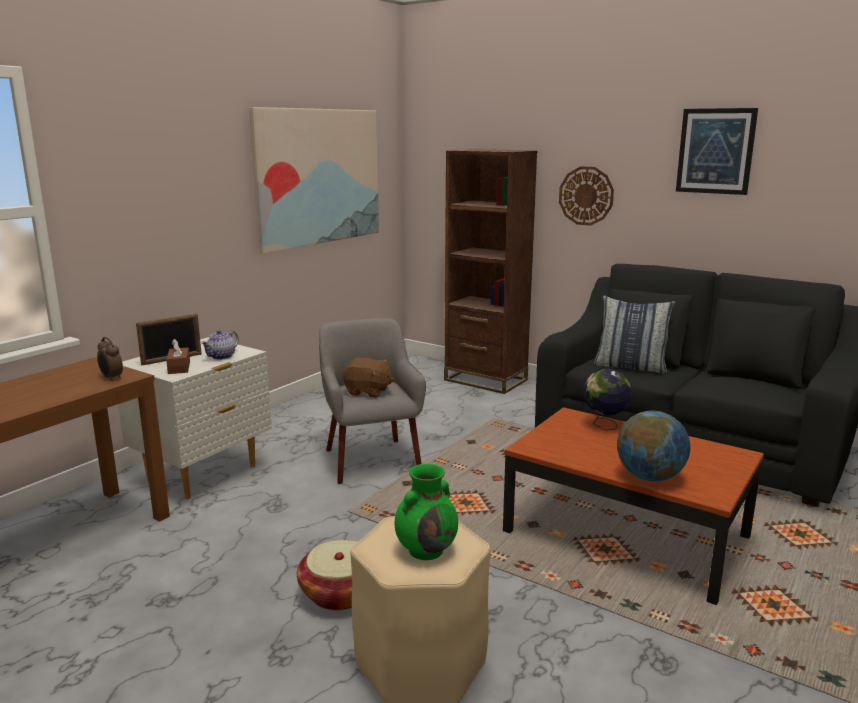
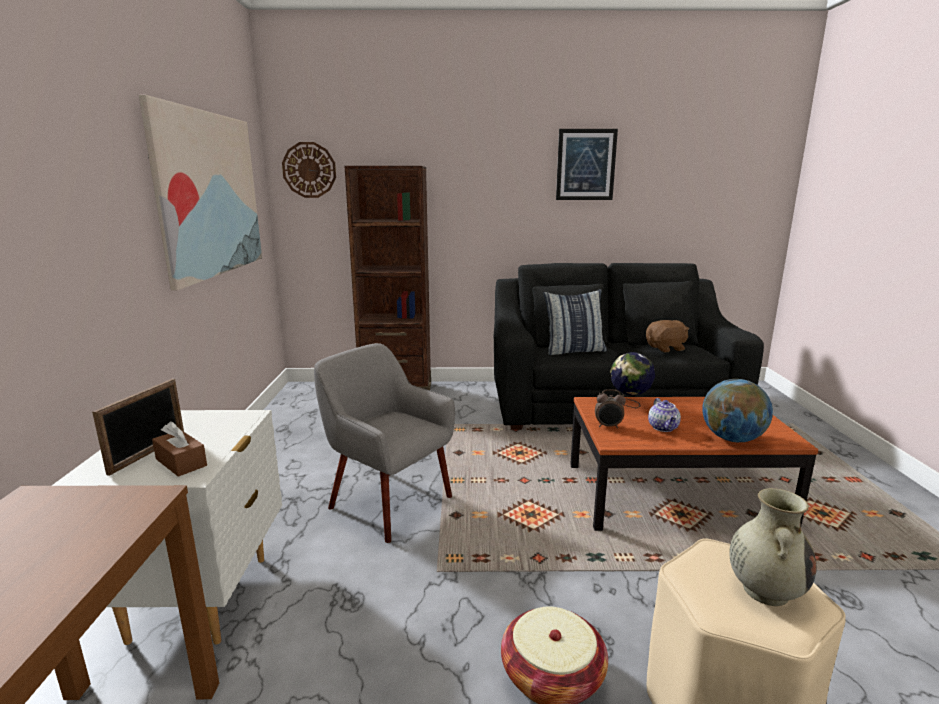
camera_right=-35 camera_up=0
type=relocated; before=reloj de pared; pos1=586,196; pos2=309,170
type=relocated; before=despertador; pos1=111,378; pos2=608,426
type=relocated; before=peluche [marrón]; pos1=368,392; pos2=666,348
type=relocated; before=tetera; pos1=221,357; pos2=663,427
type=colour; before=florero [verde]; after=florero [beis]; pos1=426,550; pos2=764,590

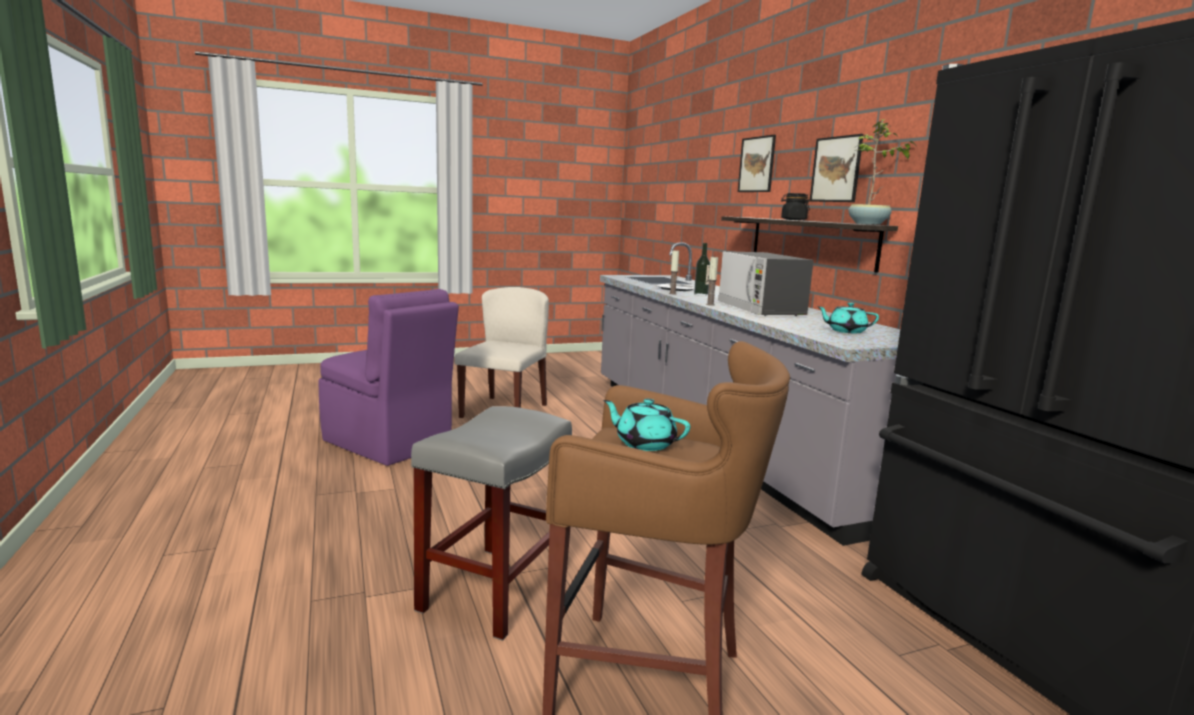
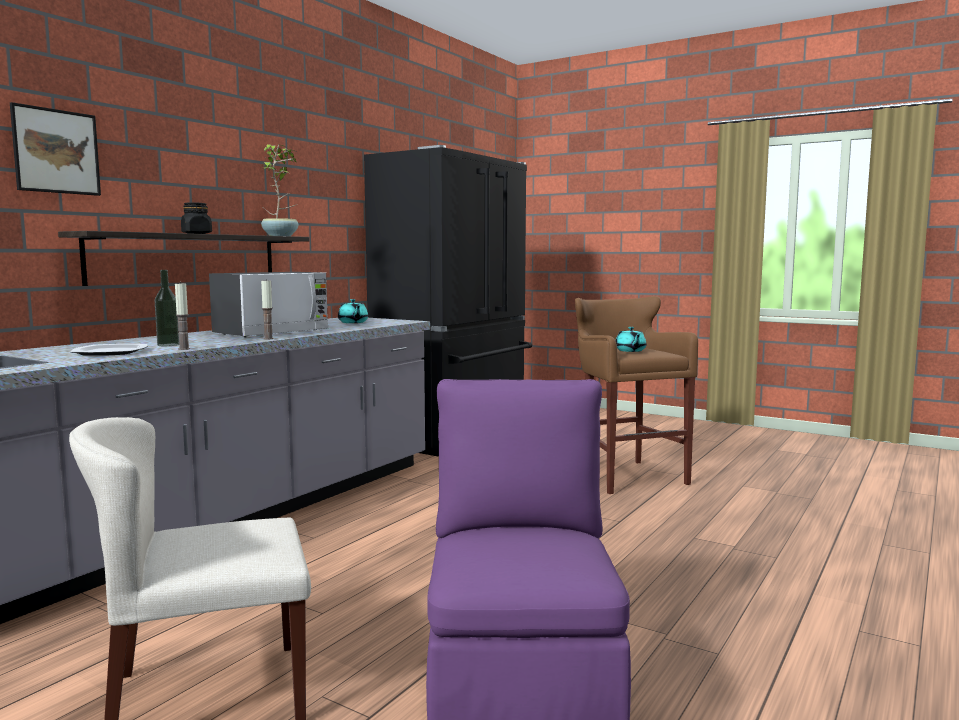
camera_right=-125 camera_up=-5
type=missing; before=taburete [gris]; pos1=495,590
type=missing; before=cuadro; pos1=836,169

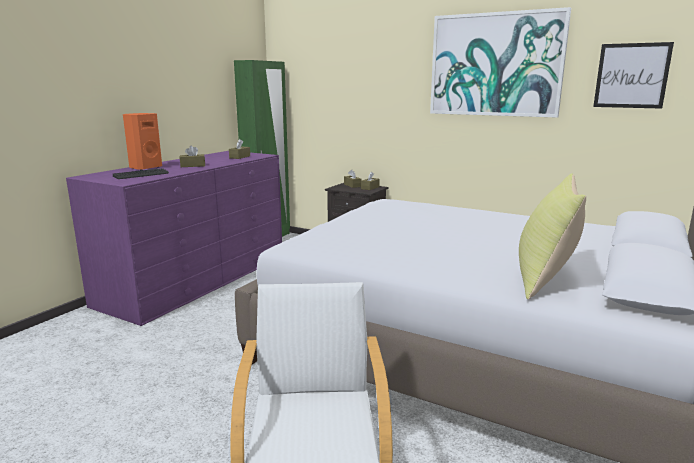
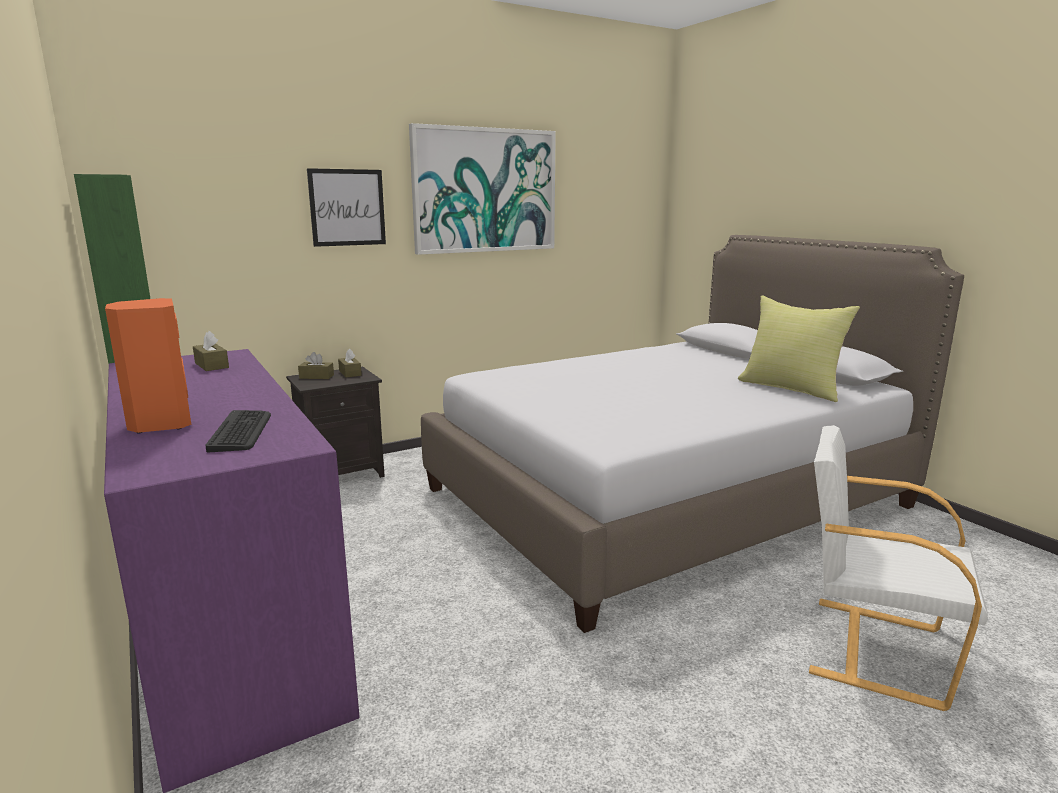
camera_right=-60 camera_up=0
type=relocated; before=cuadro; pos1=631,76; pos2=347,207
type=missing; before=caja de pañuelos [marrón]; pos1=193,165

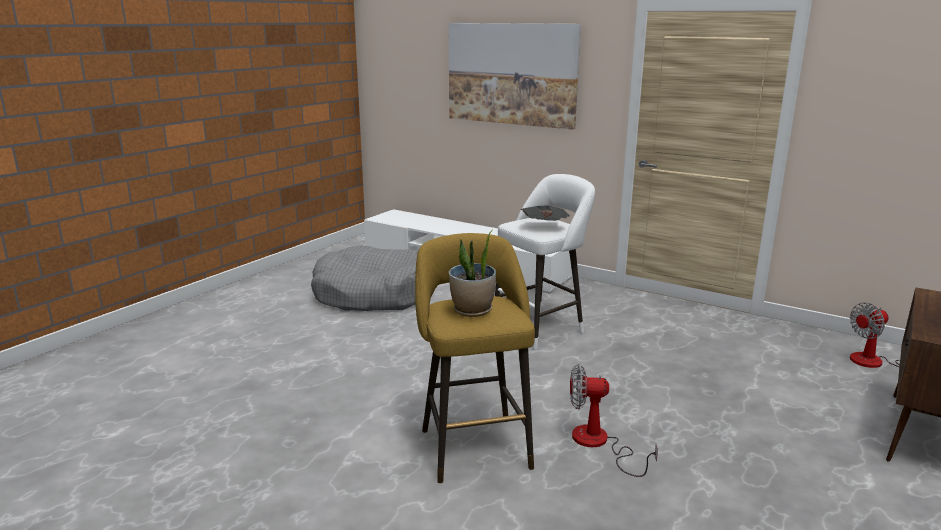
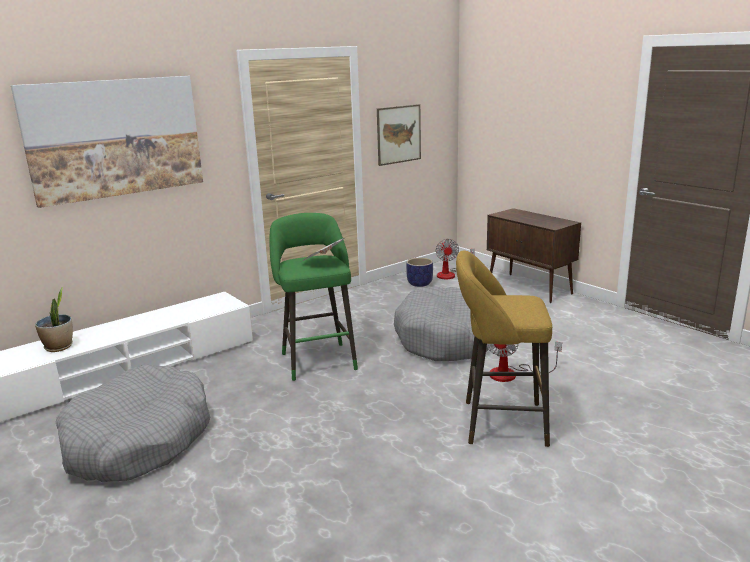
camera_right=-70 camera_up=0
type=relocated; before=planta en maceta; pos1=472,310; pos2=59,347
type=colour; before=taburete [blanco]; after=taburete [verde]; pos1=541,327; pos2=317,359
type=appeared; after=cuadro; pos2=399,134
type=appeared; after=cama para perro [gris]; pos2=444,339
type=appeared; after=maceta; pos2=420,284

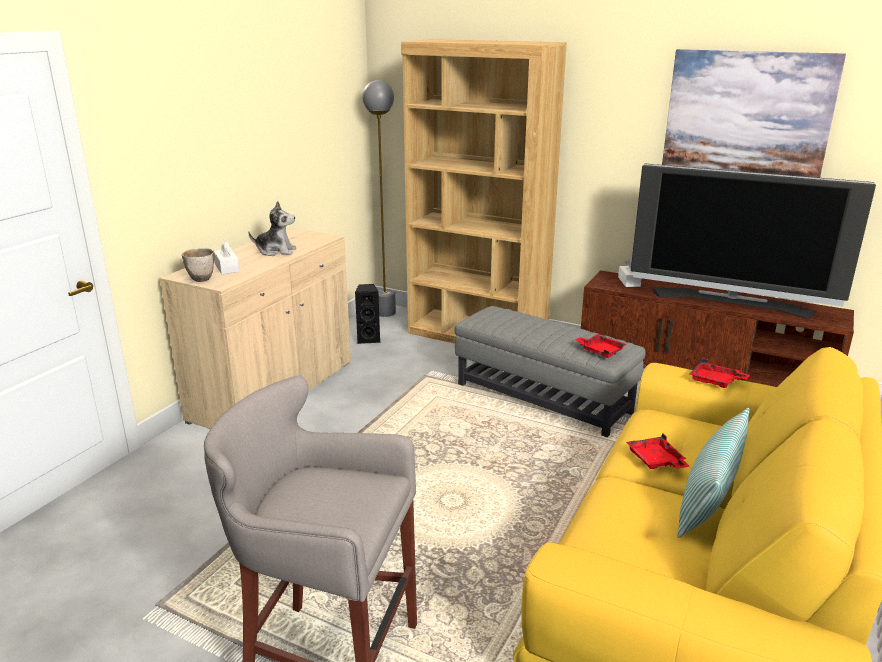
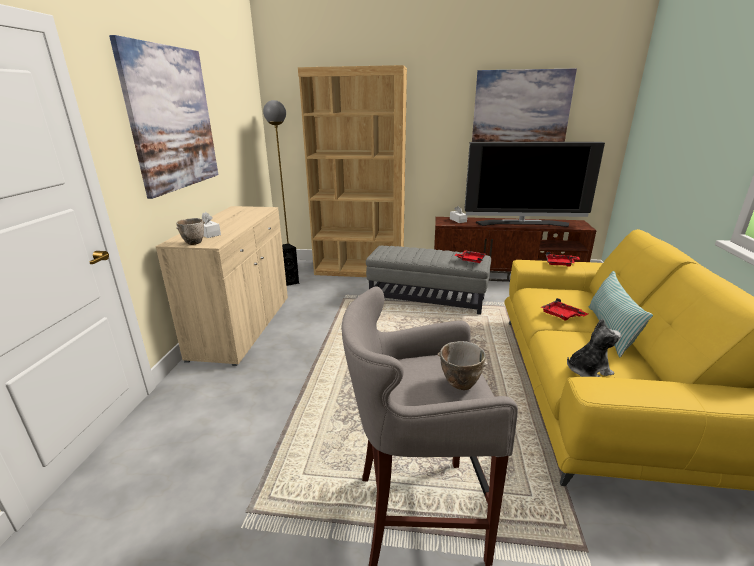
camera_right=-20 camera_up=0
type=appeared; after=cuadro; pos2=172,119
type=appeared; after=cuenco; pos2=458,384
type=relocated; before=peluche; pos1=276,251; pos2=587,371

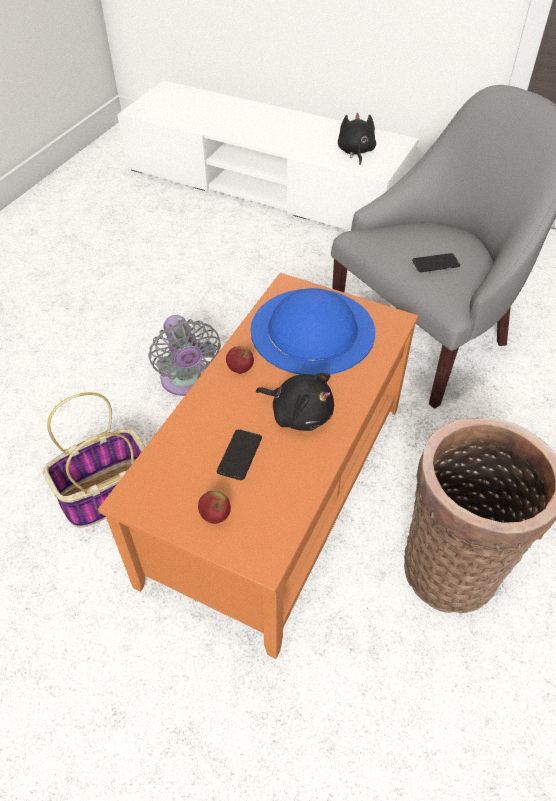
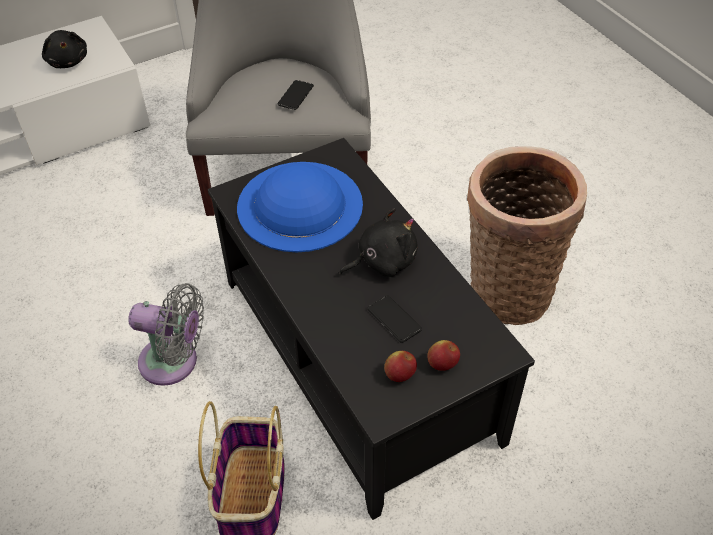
camera_right=-55 camera_up=0
type=spun; before=peluche [negro]; pos1=355,152; pos2=68,61; turn=-150
type=colour; before=mesa de centro [naranja]; after=mesa de centro [negro]; pos1=275,489; pos2=355,359
type=relocated; before=manzana; pos1=240,369; pos2=400,375

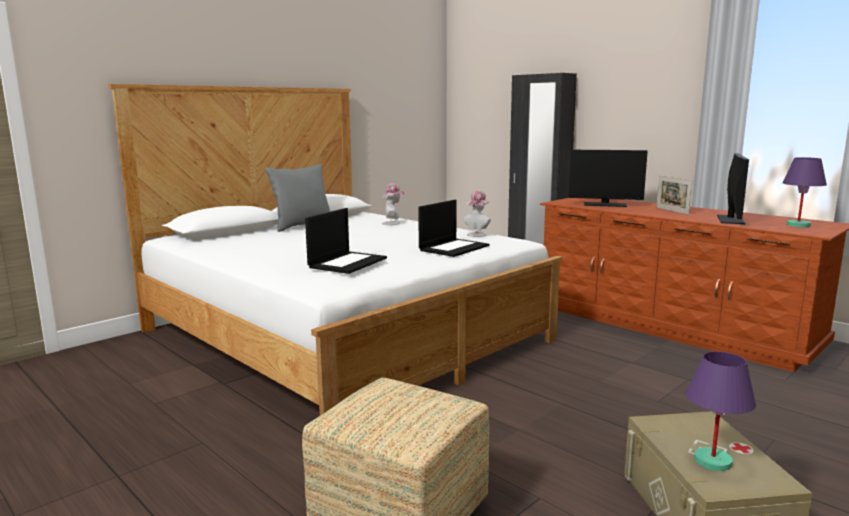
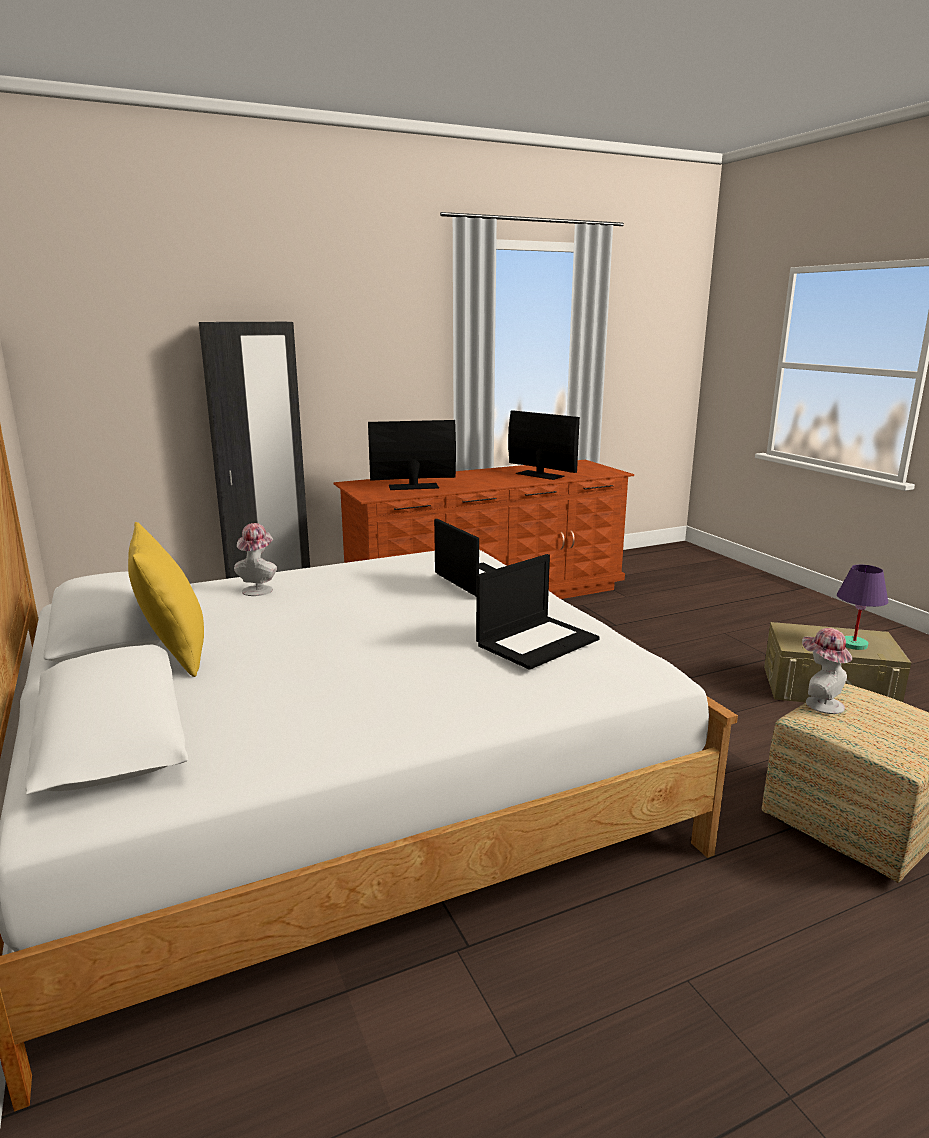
camera_right=-70 camera_up=5
type=colour; before=cojín [gris]; after=cojín [amarillo]; pos1=302,226; pos2=174,652
type=spun; before=monitor; pos1=605,204; pos2=413,486; turn=-135
type=spun; before=portátil; pos1=347,262; pos2=537,641; turn=90
type=relocated; before=sombrero; pos1=477,234; pos2=819,703
type=missing; before=portarretratos; pos1=672,211
type=missing; before=lámpara de mesa [morado]; pos1=798,225

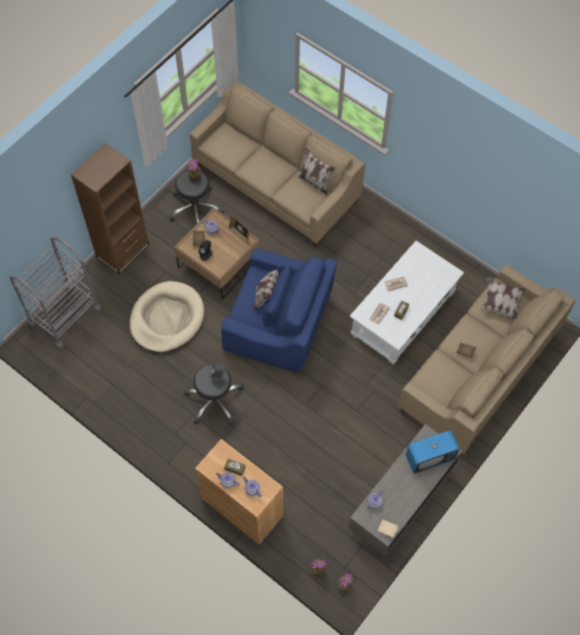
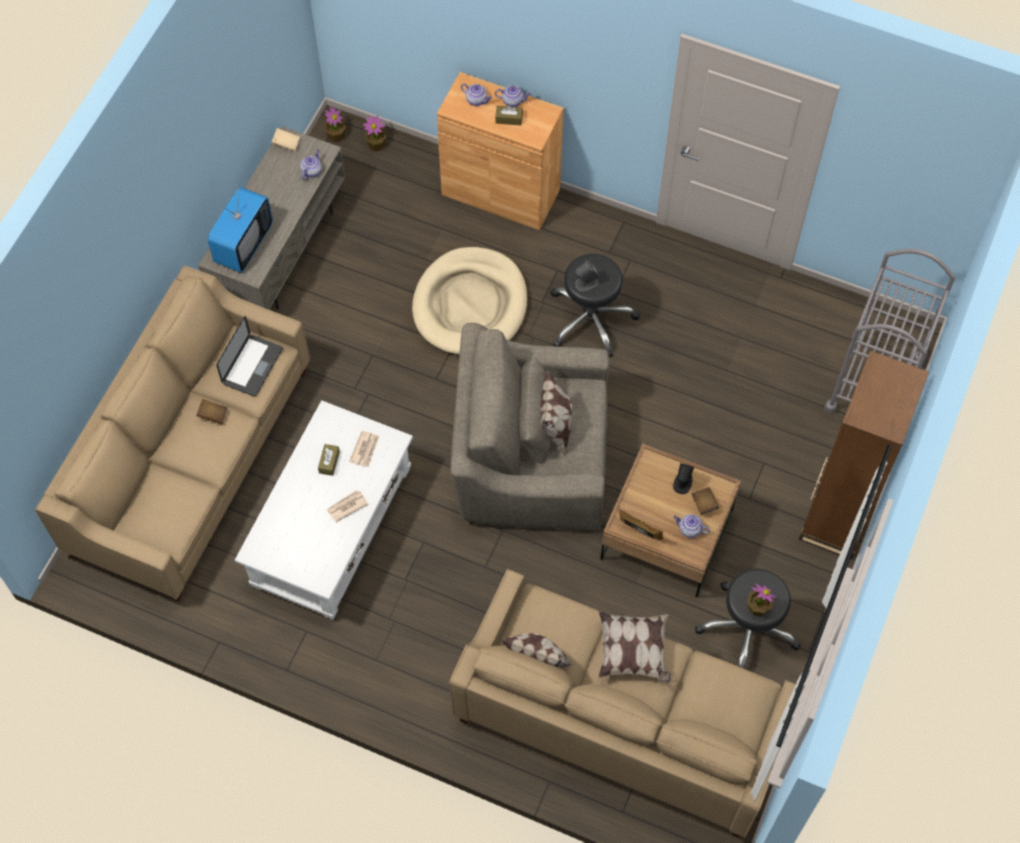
camera_right=165 camera_up=0
type=spun; before=televisor; pos1=430,458; pos2=243,244; turn=150
type=appeared; after=portátil; pos2=252,366
type=relocated; before=cama para perro [beis]; pos1=167,319; pos2=470,305
type=colour; before=sillón [azul]; after=sillón [gris]; pos1=279,324; pos2=530,457
type=relocated; before=cojín; pos1=500,302; pos2=633,652

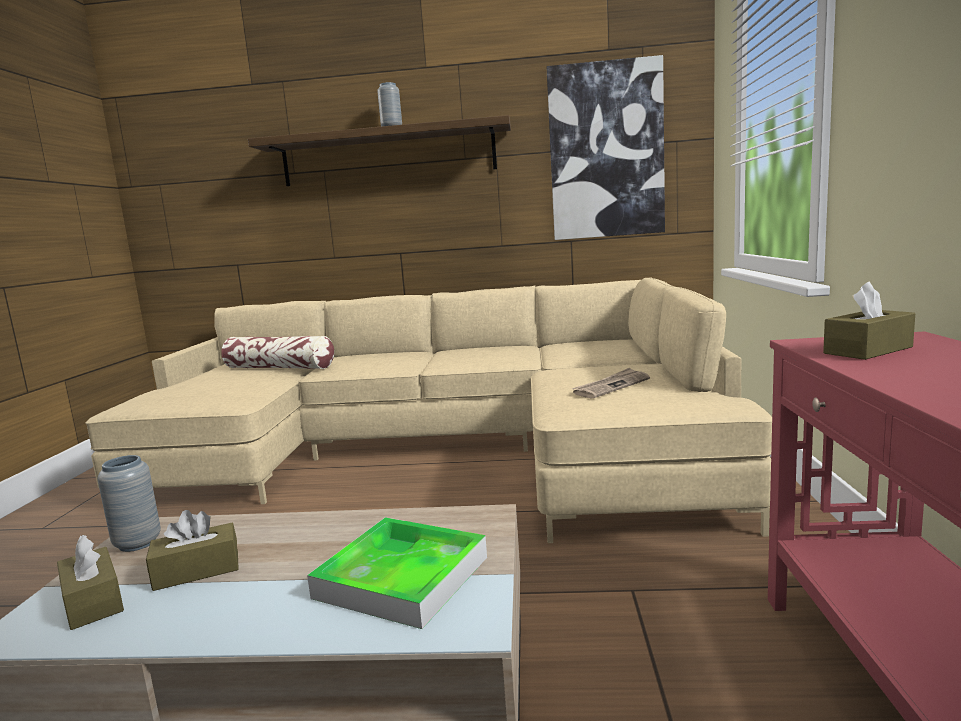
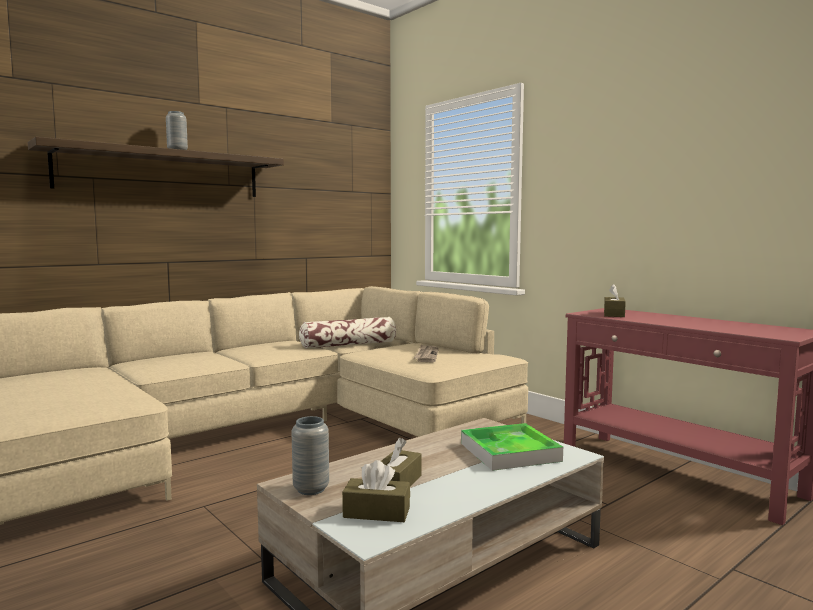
camera_right=-45 camera_up=-5
type=relocated; before=cojín; pos1=279,368; pos2=349,344
type=missing; before=cuadro; pos1=606,151

